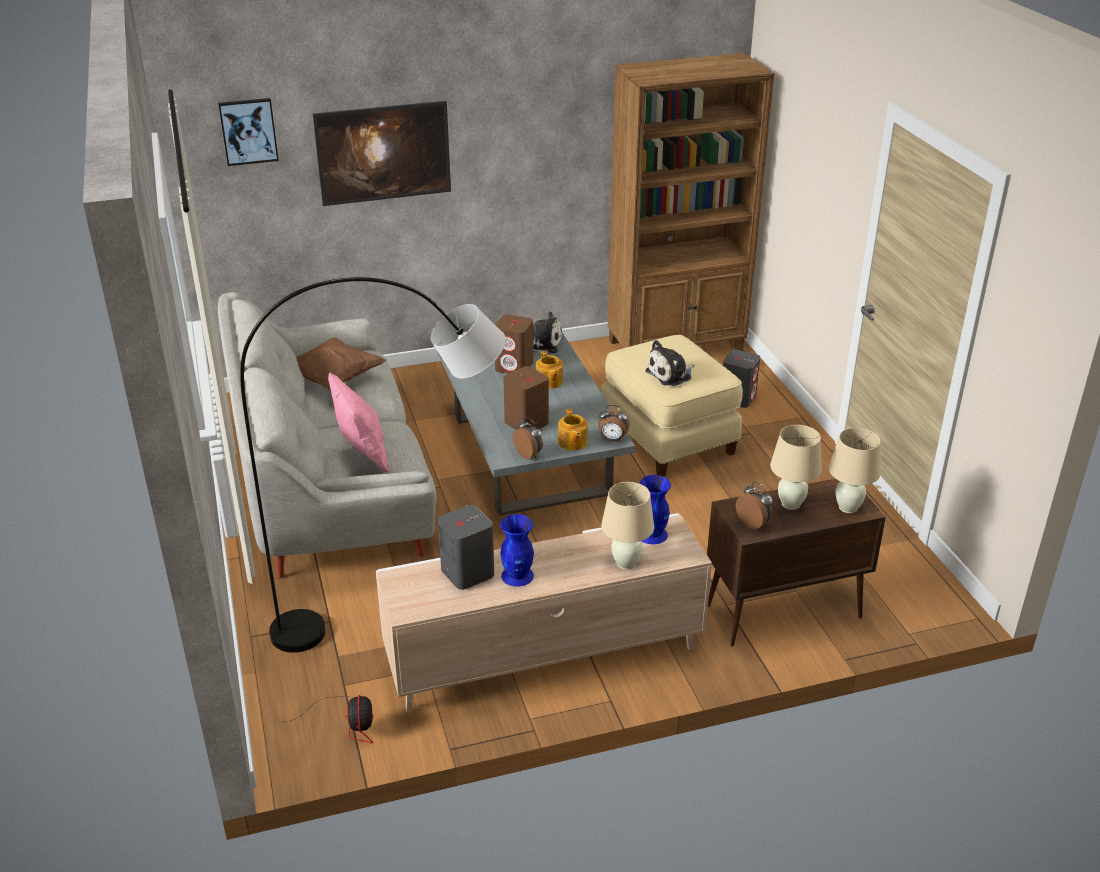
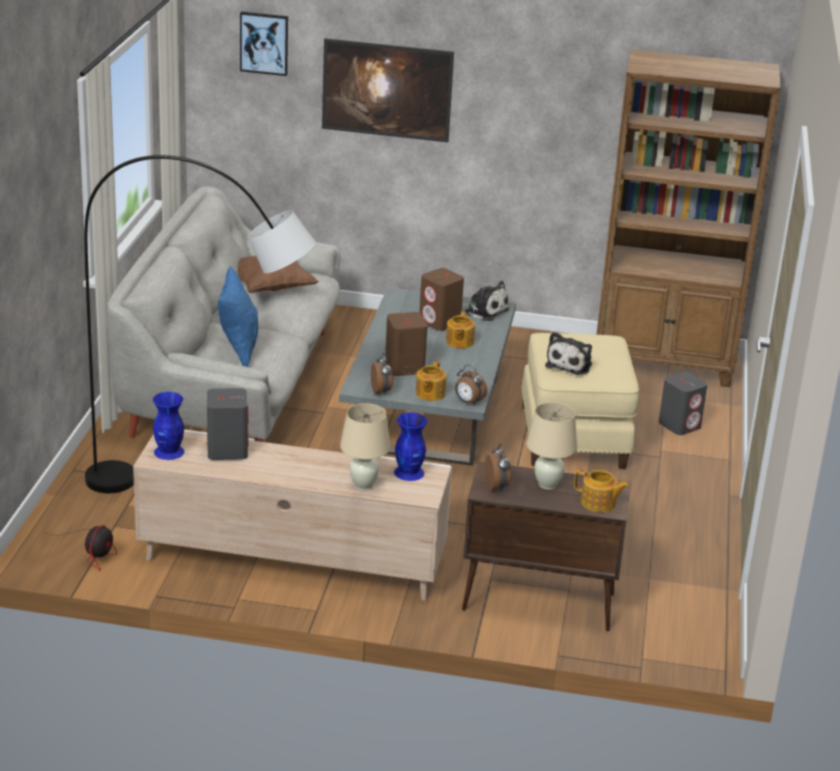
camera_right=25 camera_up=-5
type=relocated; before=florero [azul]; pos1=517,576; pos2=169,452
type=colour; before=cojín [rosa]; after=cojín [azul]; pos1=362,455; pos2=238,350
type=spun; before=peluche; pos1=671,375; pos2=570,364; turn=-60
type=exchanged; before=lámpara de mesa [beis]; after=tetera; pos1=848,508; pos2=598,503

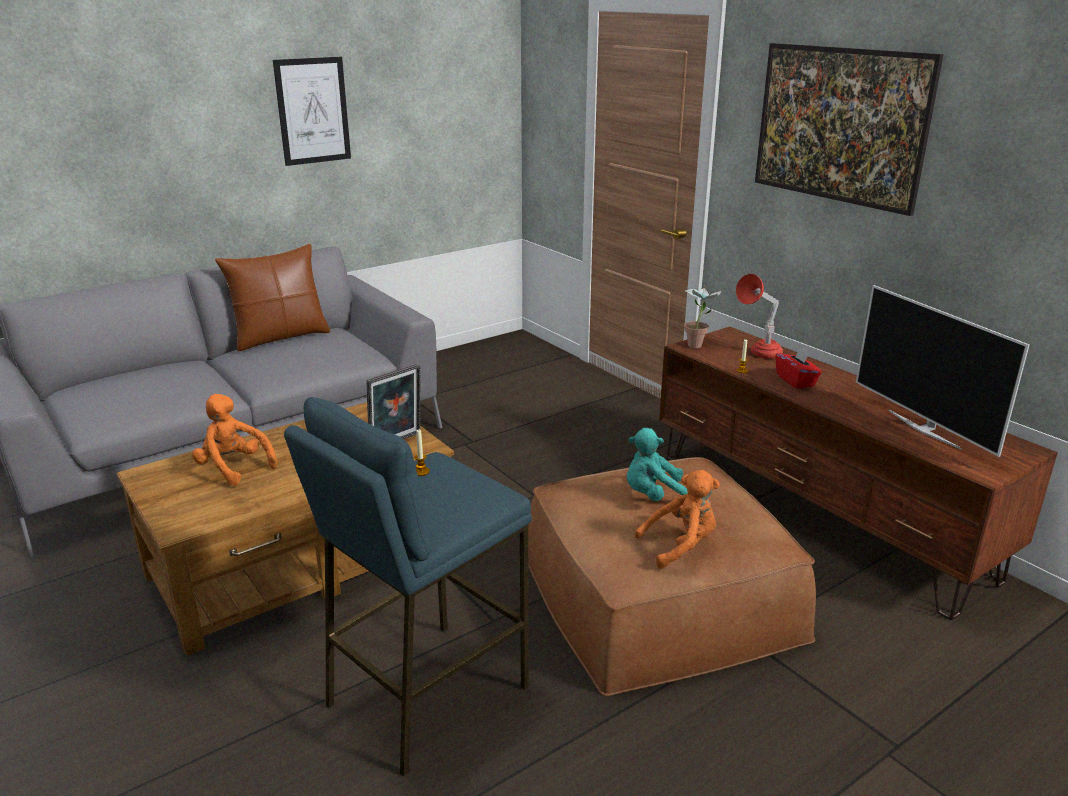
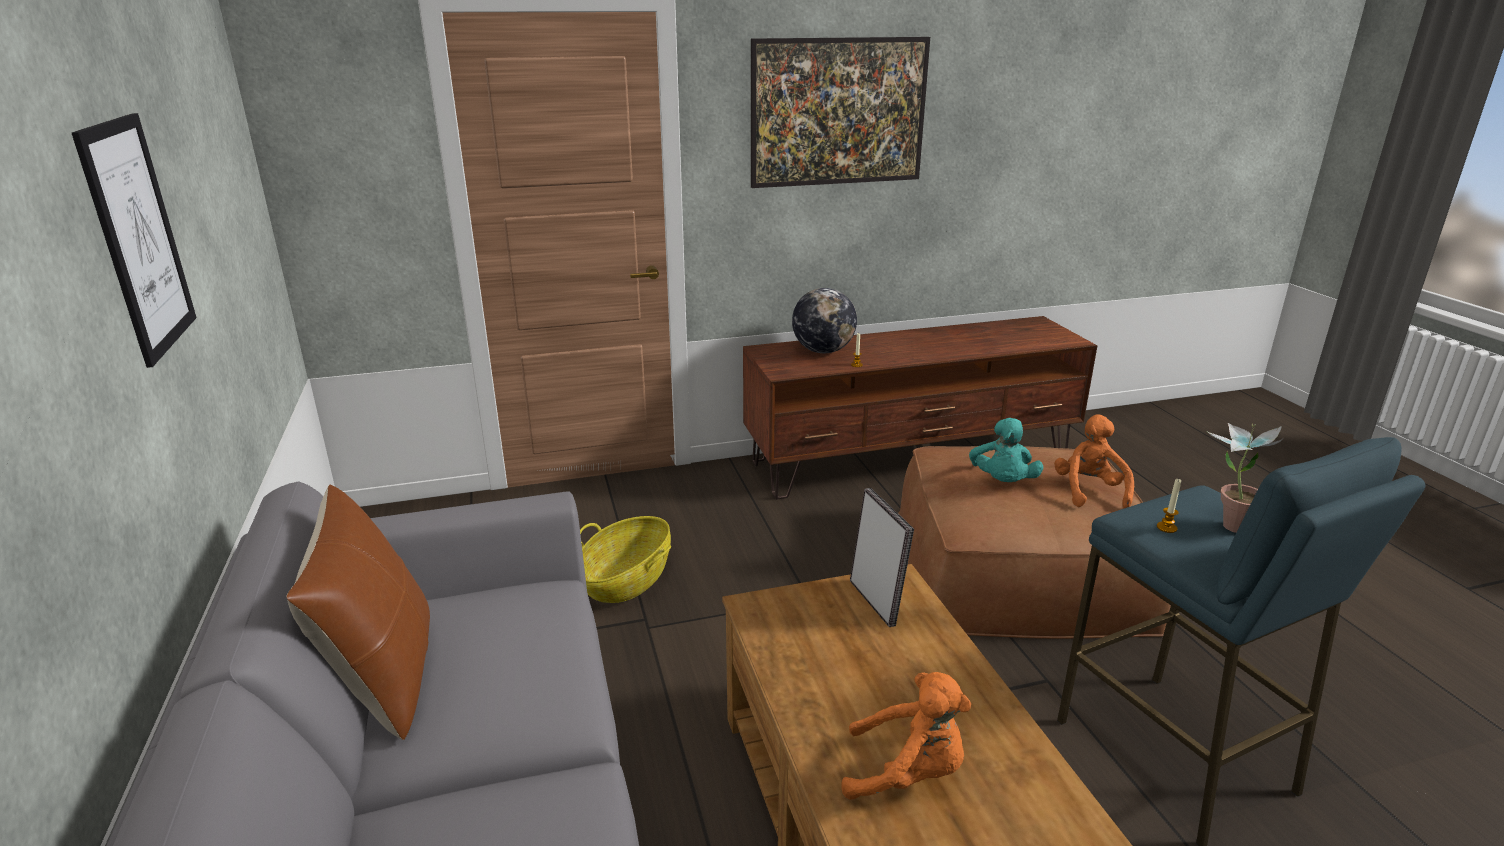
camera_right=-70 camera_up=0
type=appeared; after=cesta; pos2=626,580
type=exchanged; before=lámpara de mesa [rojo]; after=globo terráqueo; pos1=758,354; pos2=823,351
type=spun; before=peluche [naranja]; pos1=233,468; pos2=907,773; turn=-135
type=relocated; before=planta en maceta; pos1=698,344; pos2=1228,522
type=missing; before=caja de pañuelos [rojo]; pos1=796,381
type=missing; before=televisor; pos1=924,429

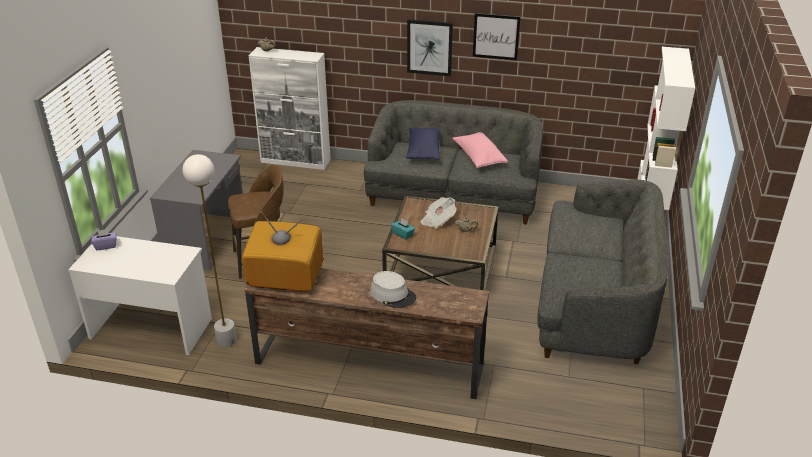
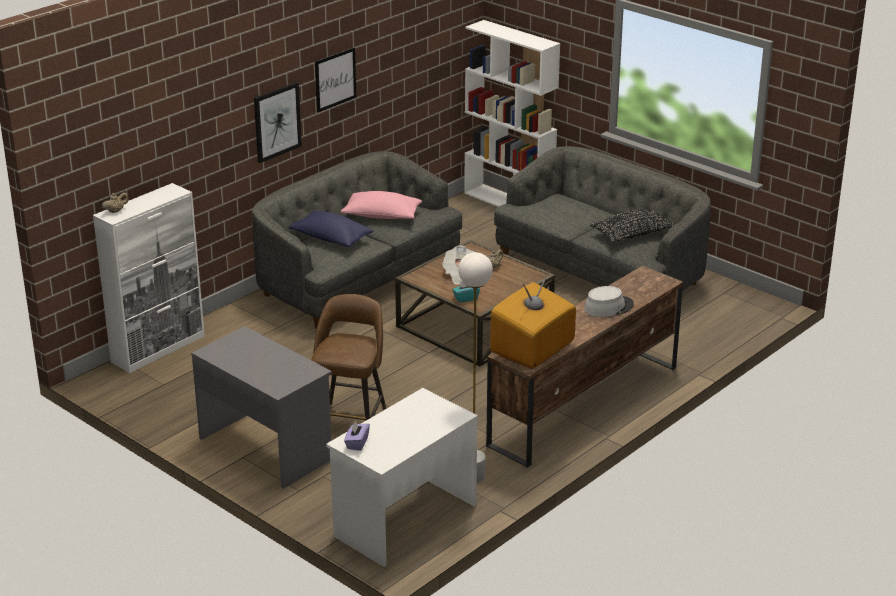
camera_right=-60 camera_up=-5
type=appeared; after=cojín [negro]; pos2=632,234

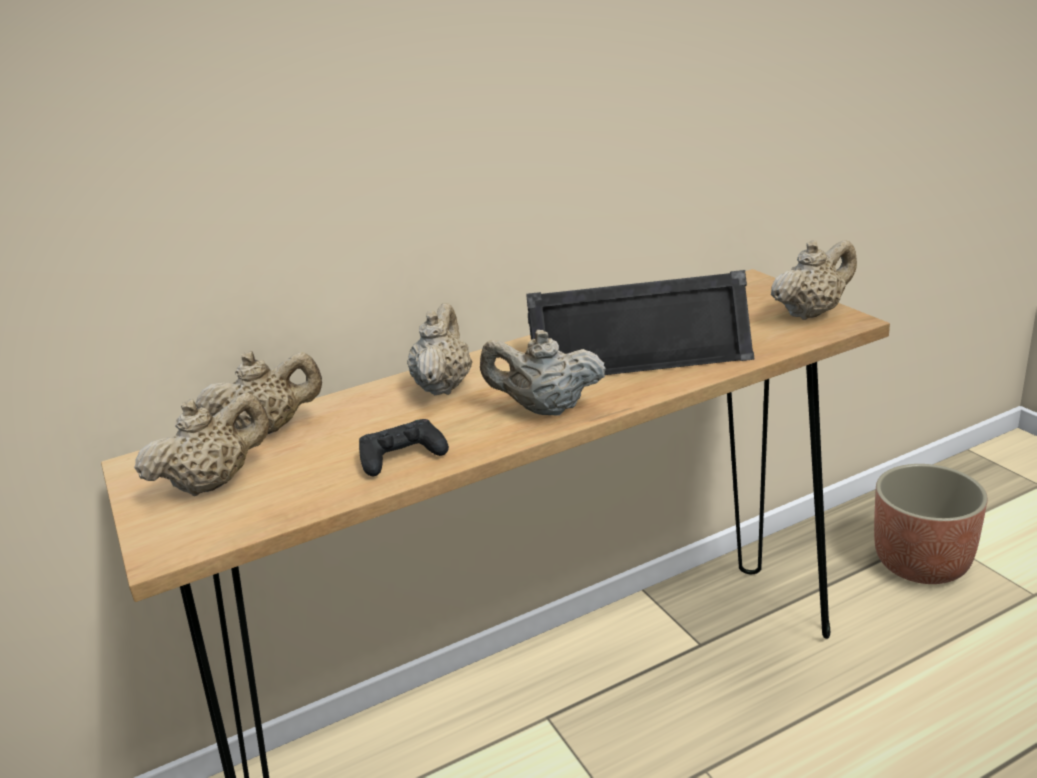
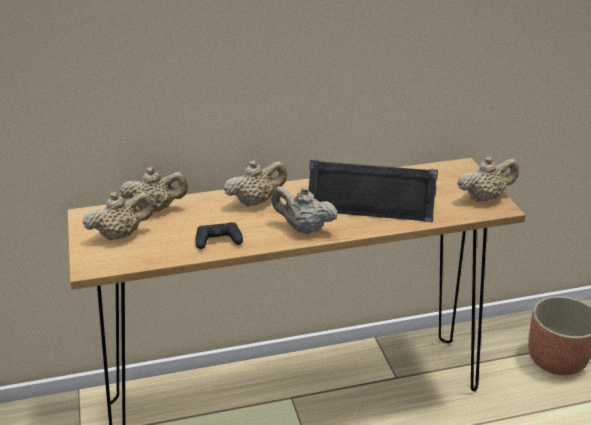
camera_right=10 camera_up=5
type=spun; before=tetera [beis]; pos1=443,386; pos2=255,202; turn=45

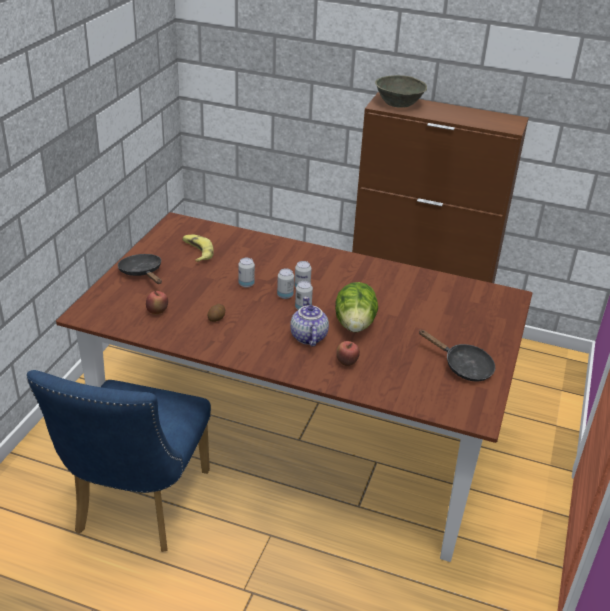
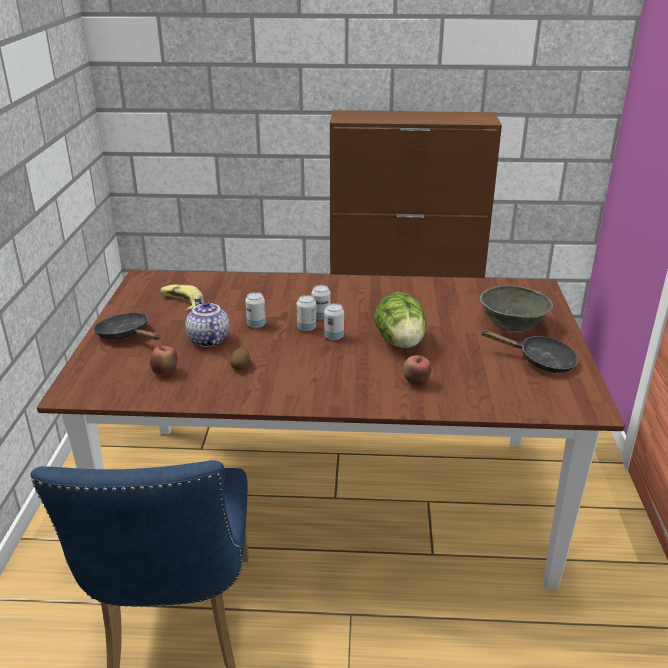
camera_right=-15 camera_up=-5
type=relocated; before=tetera; pos1=307,337; pos2=207,340
type=relocated; before=cuenco [gris]; pos1=399,103; pos2=513,324

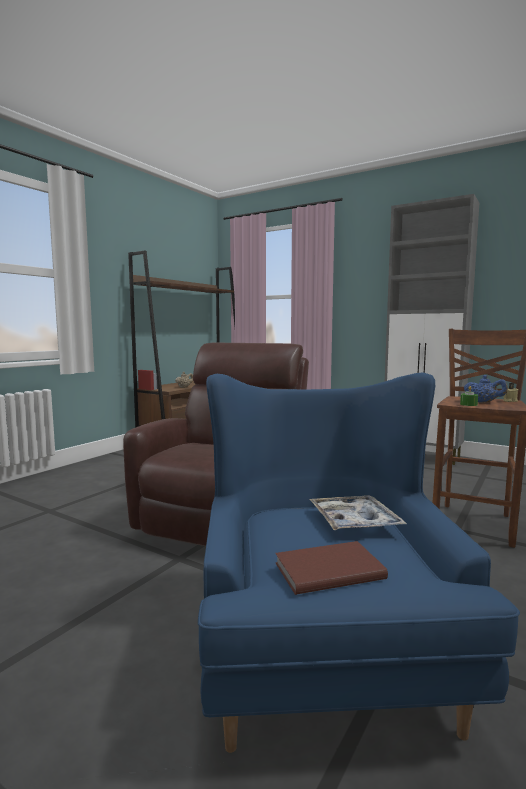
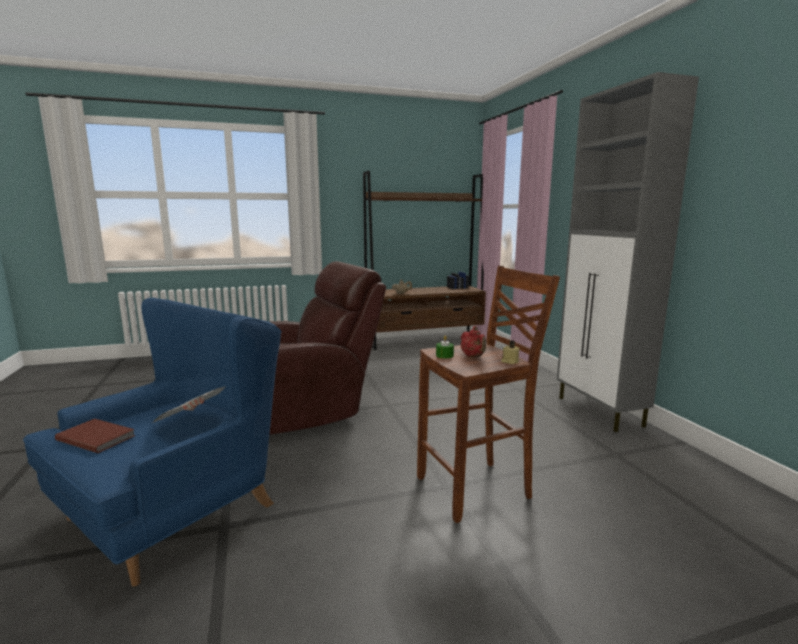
camera_right=40 camera_up=5
type=exchanged; before=bandeja; after=periódico; pos1=354,521; pos2=191,422
type=colour; before=tetera [azul]; after=tetera [rojo]; pos1=484,402; pos2=473,357

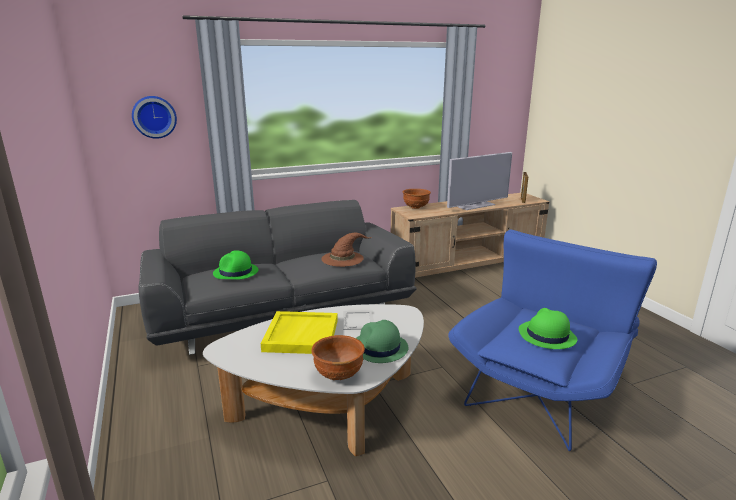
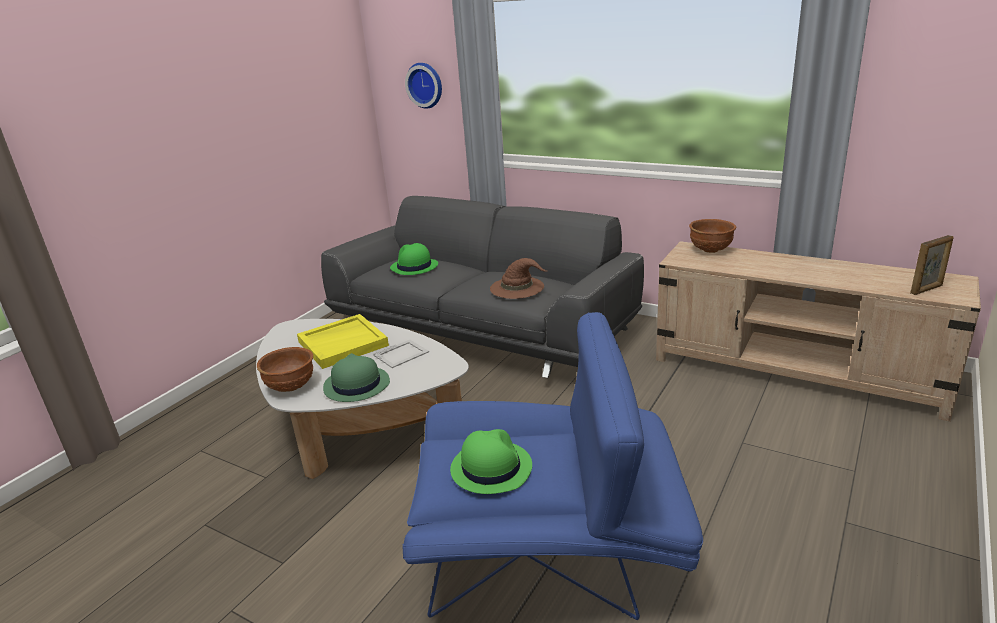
camera_right=55 camera_up=5
type=missing; before=televisor; pos1=476,205

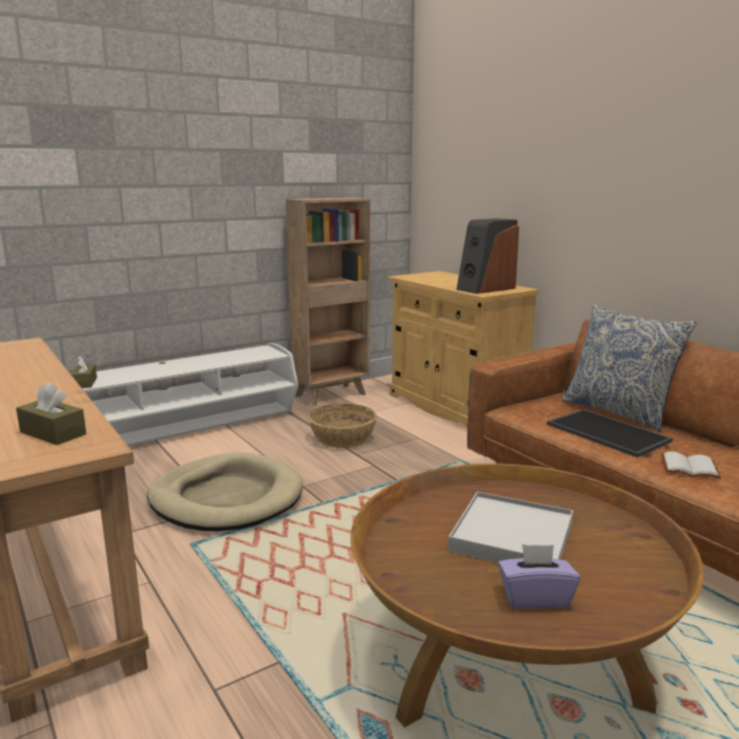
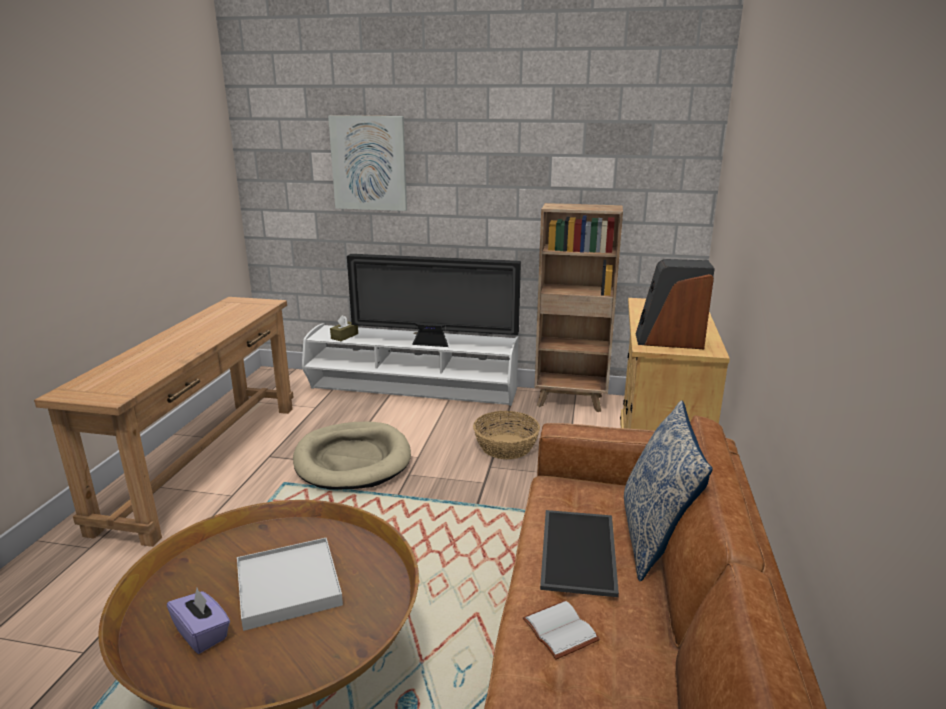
camera_right=45 camera_up=5
type=appeared; after=cuadro; pos2=369,163
type=appeared; after=televisor; pos2=434,344
type=missing; before=caja de pañuelos [marrón]; pos1=53,433

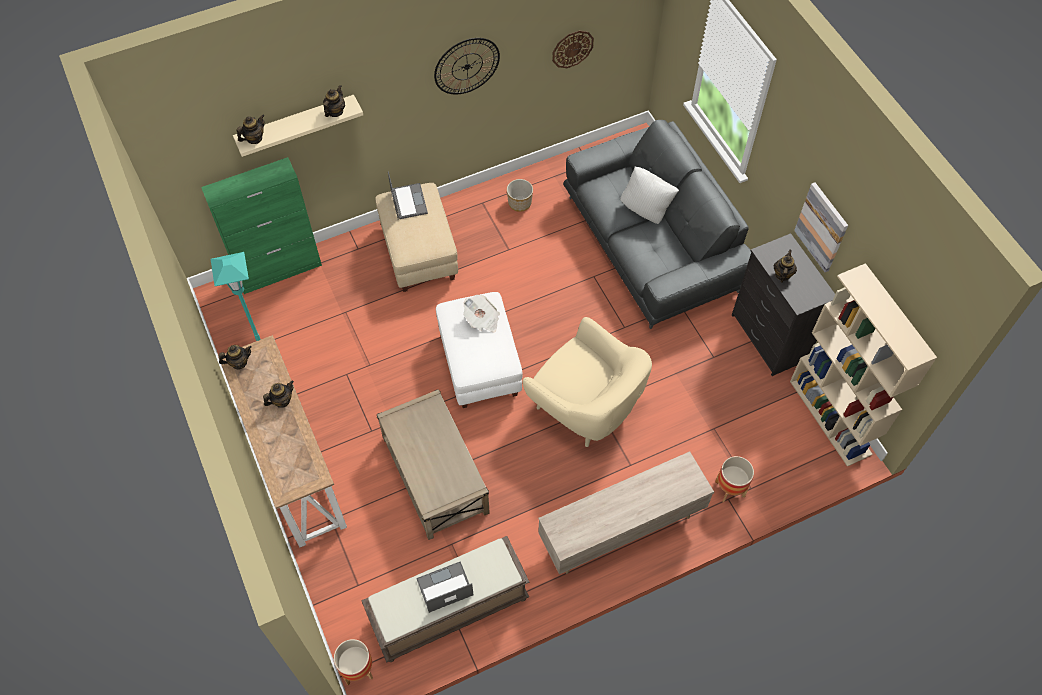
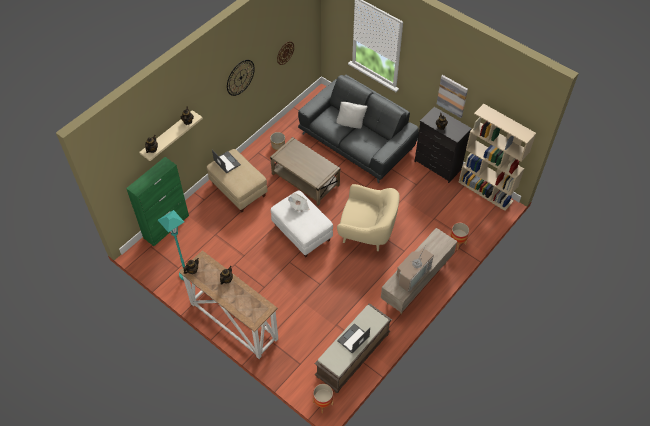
camera_right=-25 camera_up=-5
type=relocated; before=mesa de centro [beis]; pos1=435,475; pos2=305,180
type=appeared; after=televisor; pos2=412,274

